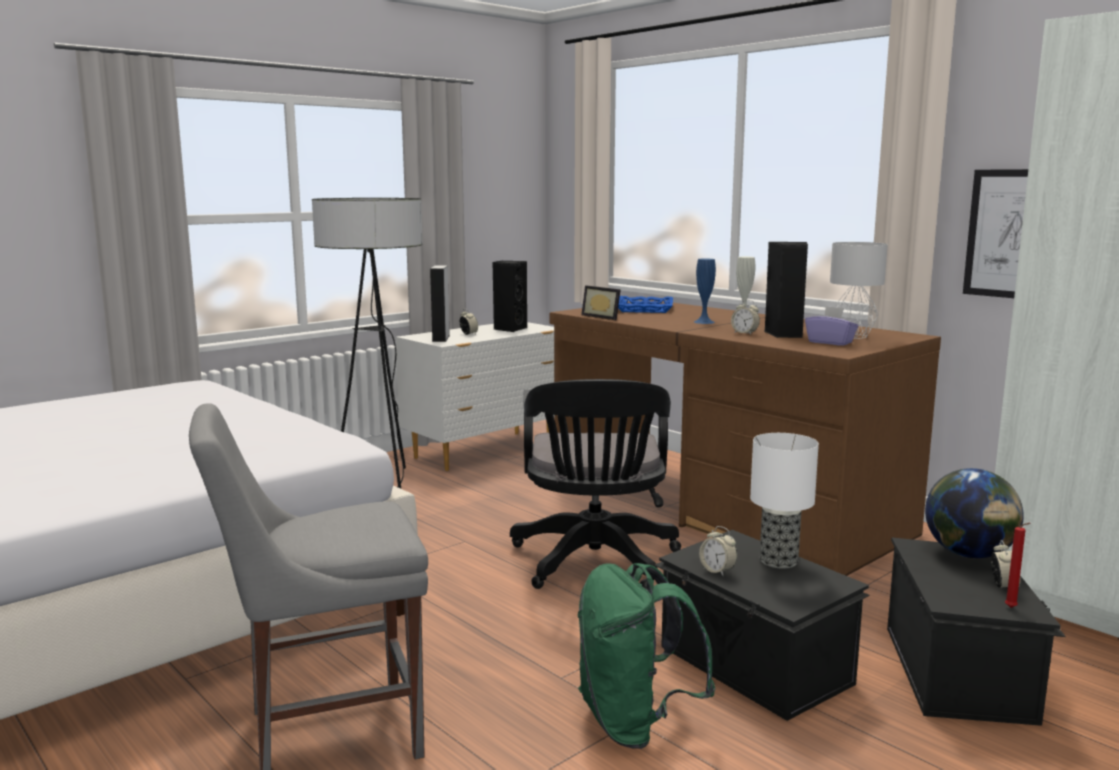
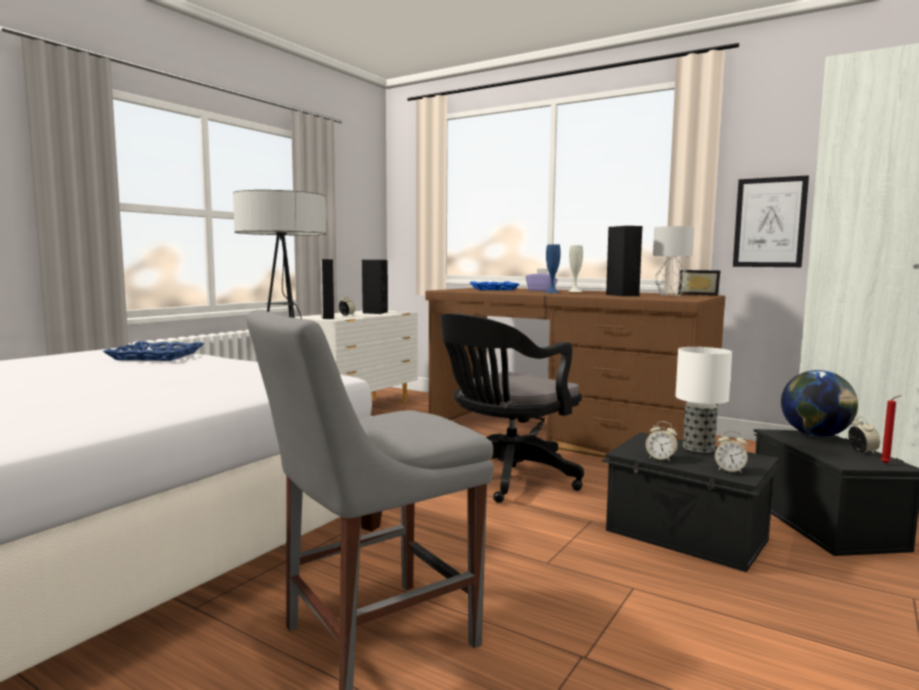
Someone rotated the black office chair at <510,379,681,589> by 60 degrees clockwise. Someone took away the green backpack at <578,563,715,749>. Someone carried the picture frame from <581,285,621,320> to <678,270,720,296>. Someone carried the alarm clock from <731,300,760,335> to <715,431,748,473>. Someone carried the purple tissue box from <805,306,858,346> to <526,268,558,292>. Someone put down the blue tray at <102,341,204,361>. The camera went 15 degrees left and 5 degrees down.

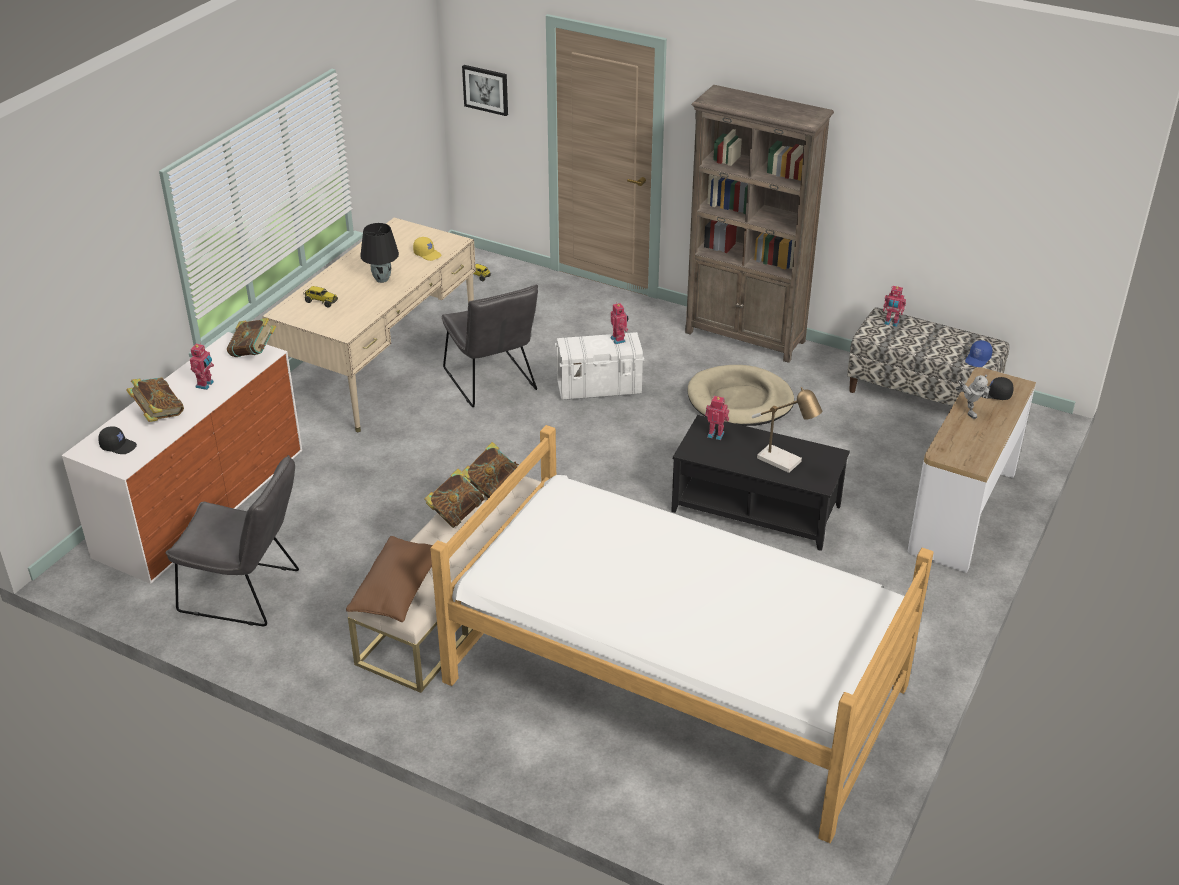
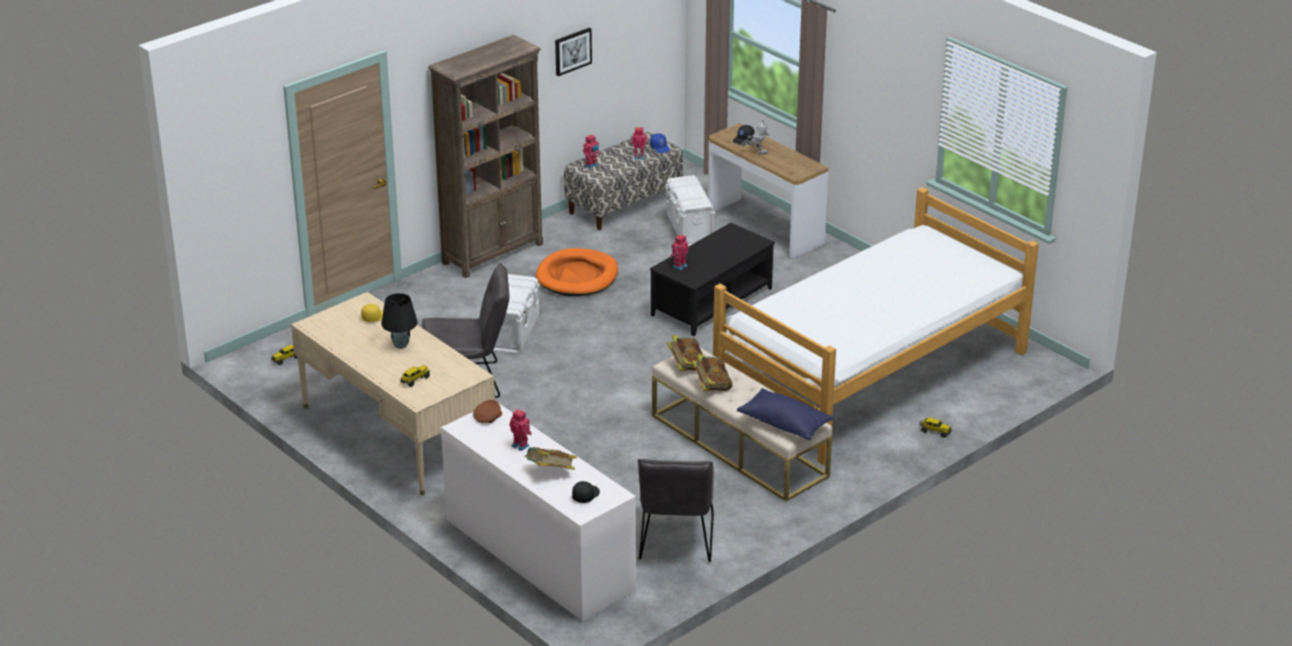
Someone rotated the grey chair at <166,455,299,626> by 150 degrees clockwise. Someone swapped the book at <227,318,277,357> for the brown cap at <473,400,502,423>. Someone repainted the brown pillow at <346,536,433,622>, which became the blue pillow at <737,388,834,440>. Someone carried the picture from <462,65,508,116> to <555,28,592,76>. Someone carried the toy robot from <611,302,629,344> to <631,127,648,160>. Someone repainted the beige dog bed at <688,365,794,426>, which became the orange dog bed at <536,248,618,296>. Someone took away the table lamp at <752,387,822,473>. Someone put down the white storage box at <665,175,715,246>. Someone put down the toy truck at <919,418,952,438>. The camera went 70 degrees left and 5 degrees down.

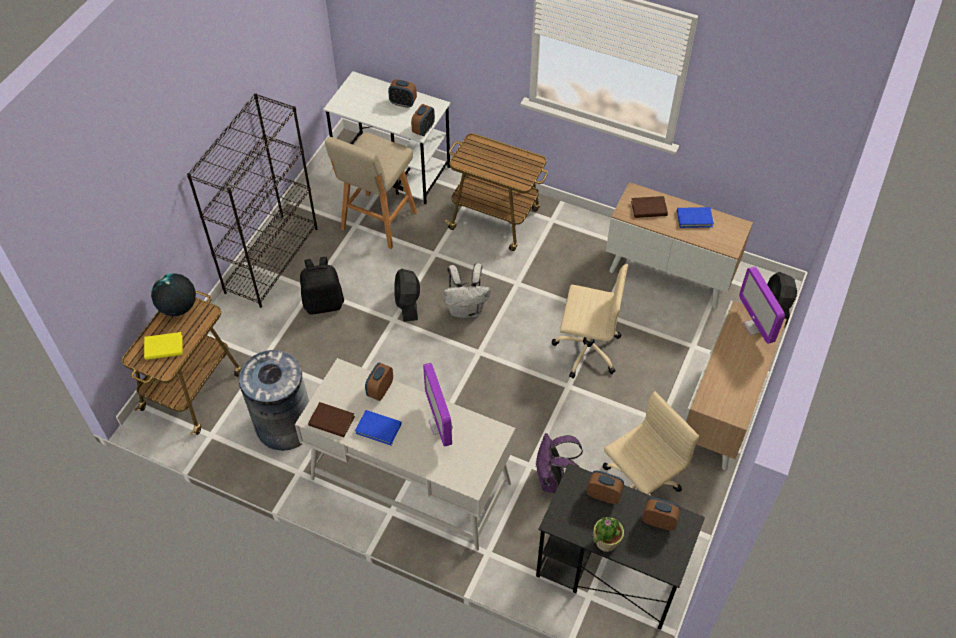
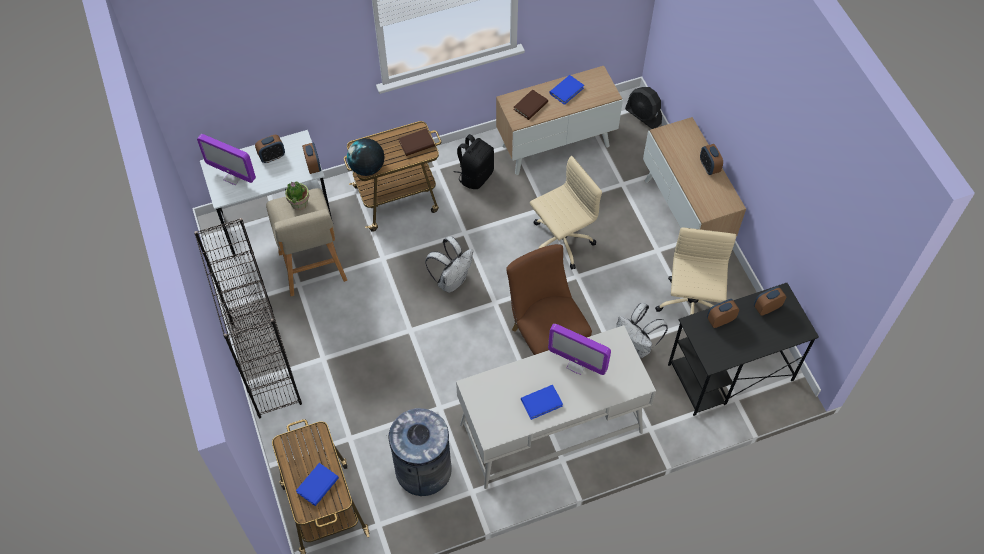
Someone repainted the yellow book at <144,332,183,360>, which became the blue book at <296,463,339,506>. Someone carried the globe from <151,273,196,316> to <347,138,385,176>. Someone carried the black backpack from <300,257,344,315> to <454,134,494,189>. Someone carried the brown book from <308,402,355,437> to <398,129,435,156>. Someone carried the alarm clock from <365,363,393,401> to <700,144,723,175>. Someone took away the black fan at <394,269,420,322>. Someone repainted the purple backpack at <536,433,583,493>, which became the white backpack at <616,303,668,358>. Someone carried the potted plant from <593,517,624,552> to <285,181,309,210>. Someone carried the monitor from <739,266,785,344> to <197,134,256,185>. Someone put down the brown chair at <506,244,592,355>. The camera went 45 degrees left and 5 degrees up.

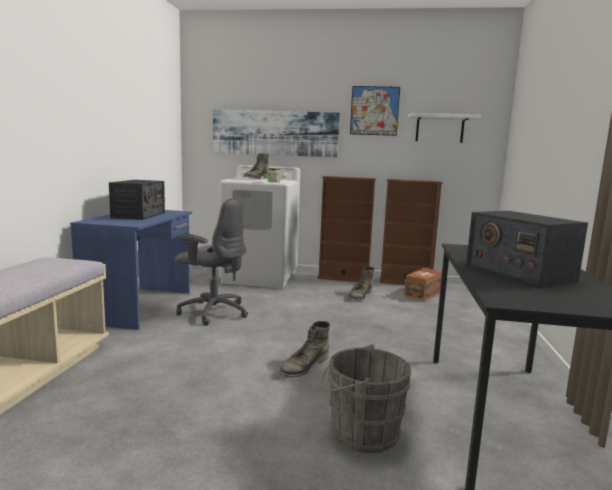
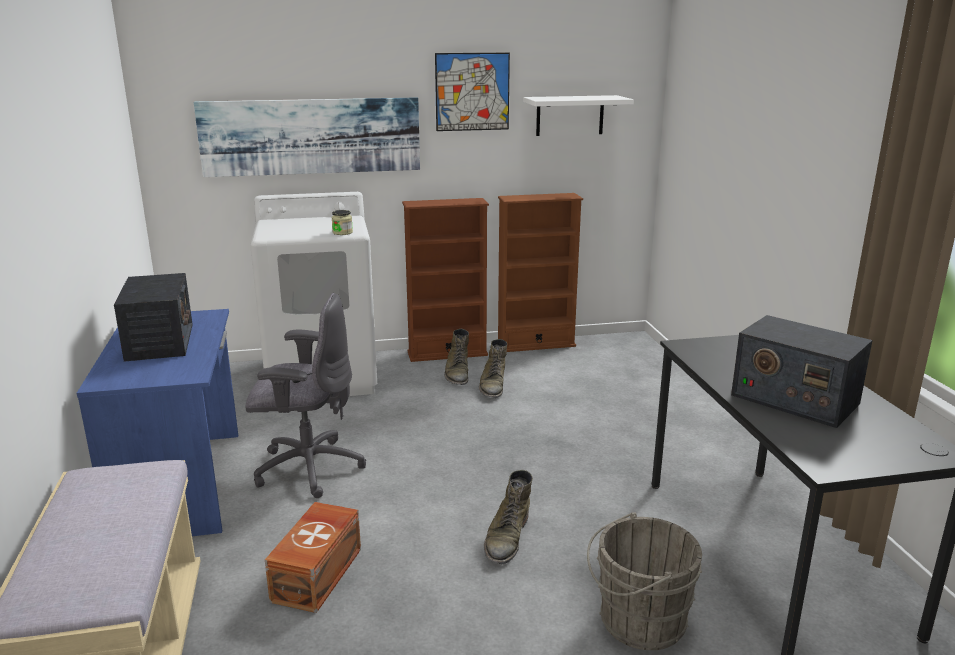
Someone carried the green boot from <243,153,269,179> to <444,329,469,385>. Someone carried the brown storage box from <404,268,442,302> to <265,502,361,613>. The camera went 20 degrees left and 10 degrees up.

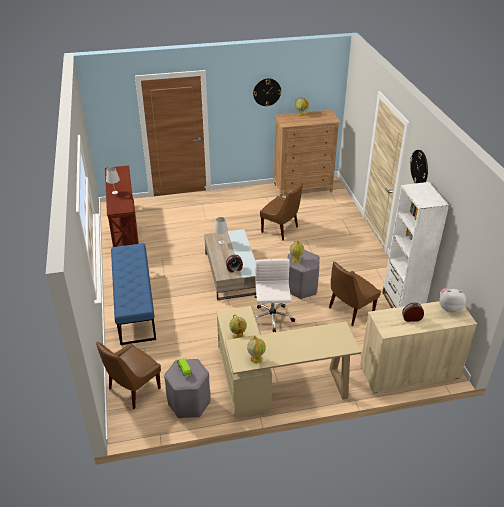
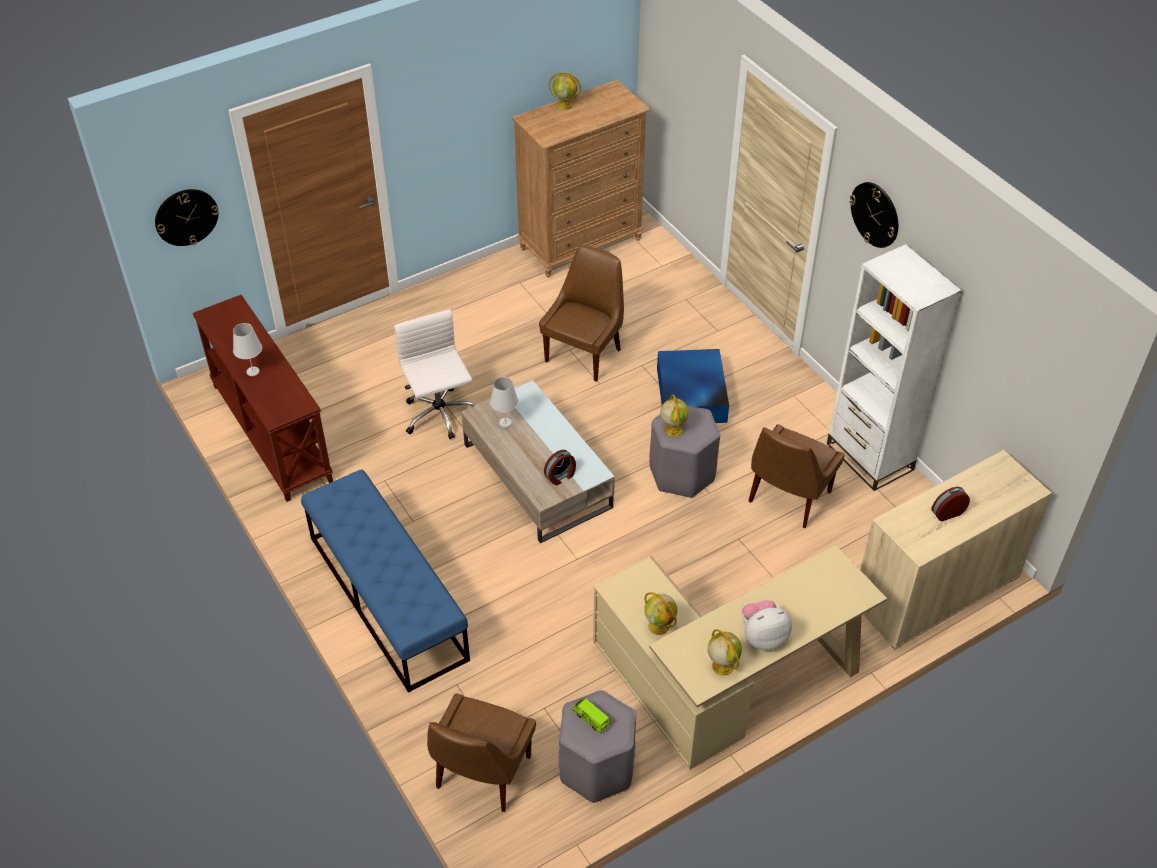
Someone carried the wall clock from <253,78,281,106> to <155,189,219,246>. Someone carried the white office chair from <255,259,295,332> to <394,309,475,439>. Someone rotated the brown chair at <260,183,303,241> by 75 degrees counterclockwise. Someone carried the plush toy from <439,288,466,312> to <742,600,792,650>. Someone put down the blue storage box at <657,349,729,423>. The camera went 20 degrees left and 10 degrees up.

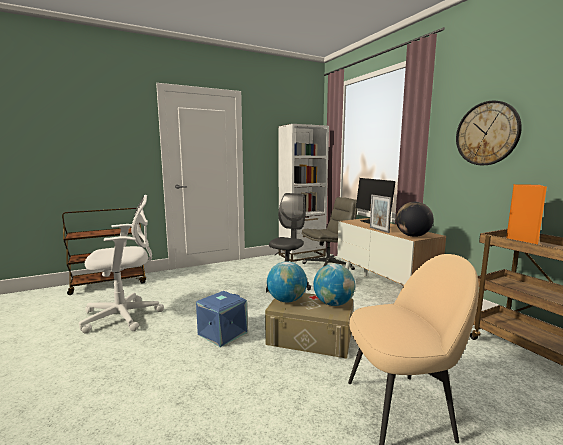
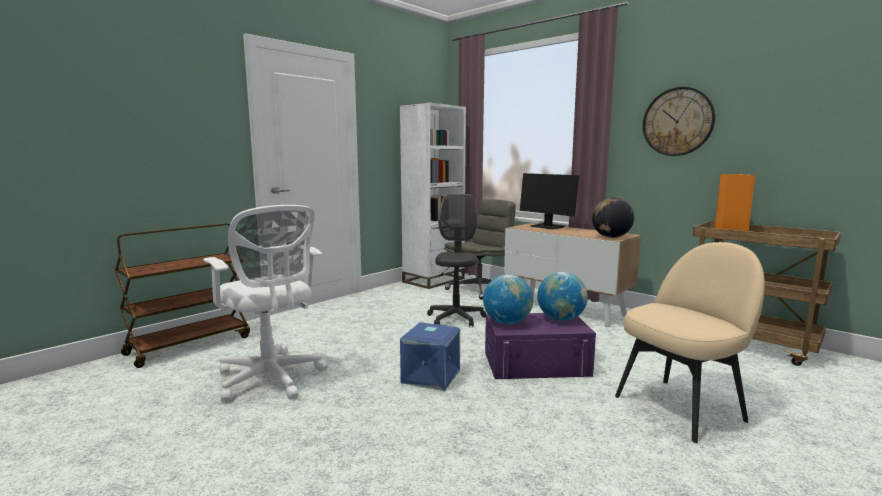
Someone rotated the white office chair at <79,195,164,333> by 90 degrees clockwise. Someone repainted the beige storage box at <265,293,353,359>, which became the purple storage box at <485,313,596,379>. Someone took away the picture frame at <370,195,392,233>. The camera went 20 degrees left and 0 degrees up.

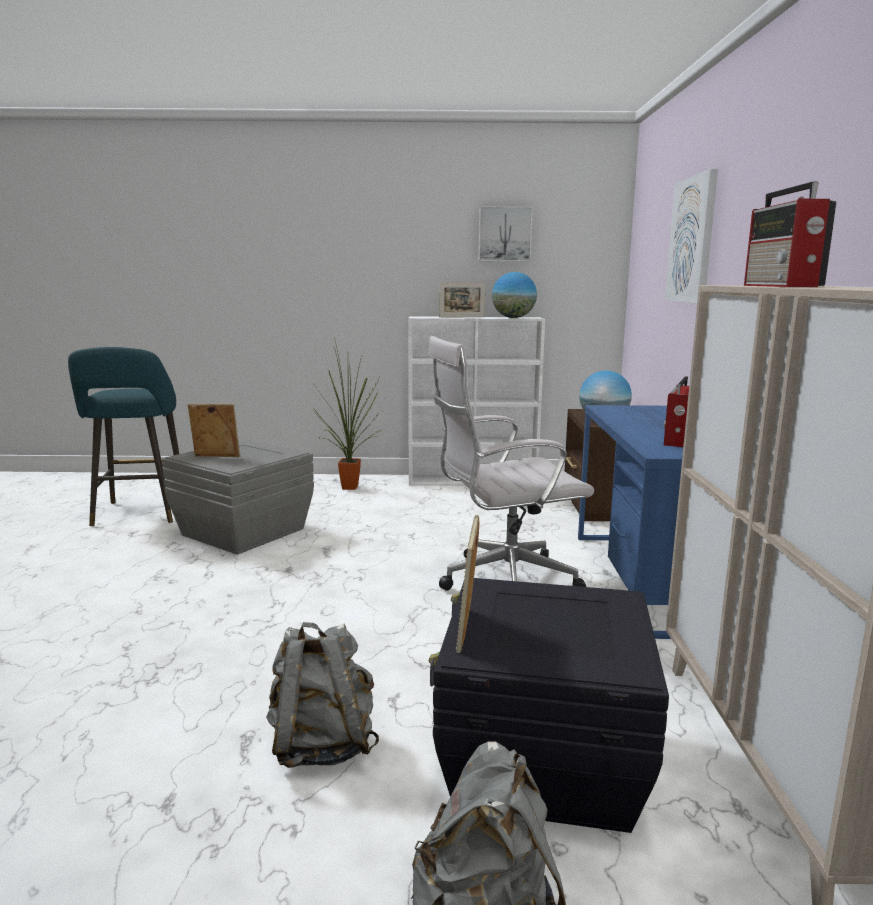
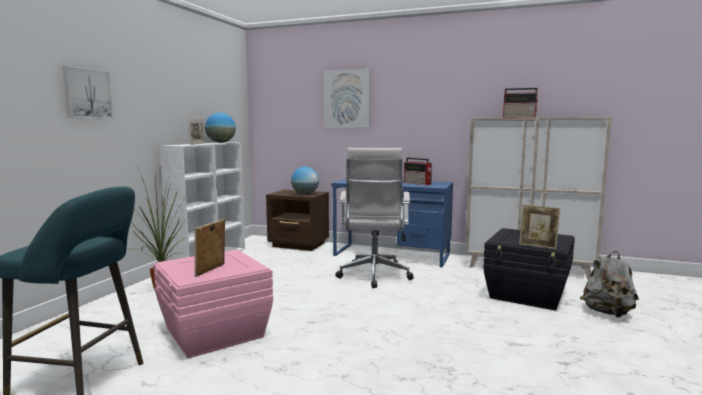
Someone repainted the grey storage box at <162,439,314,555>, which became the pink storage box at <153,249,273,358>. Someone took away the grey backpack at <266,622,379,768>. Someone carried the picture from <479,206,533,262> to <63,66,114,119>. The camera went 70 degrees left and 5 degrees down.

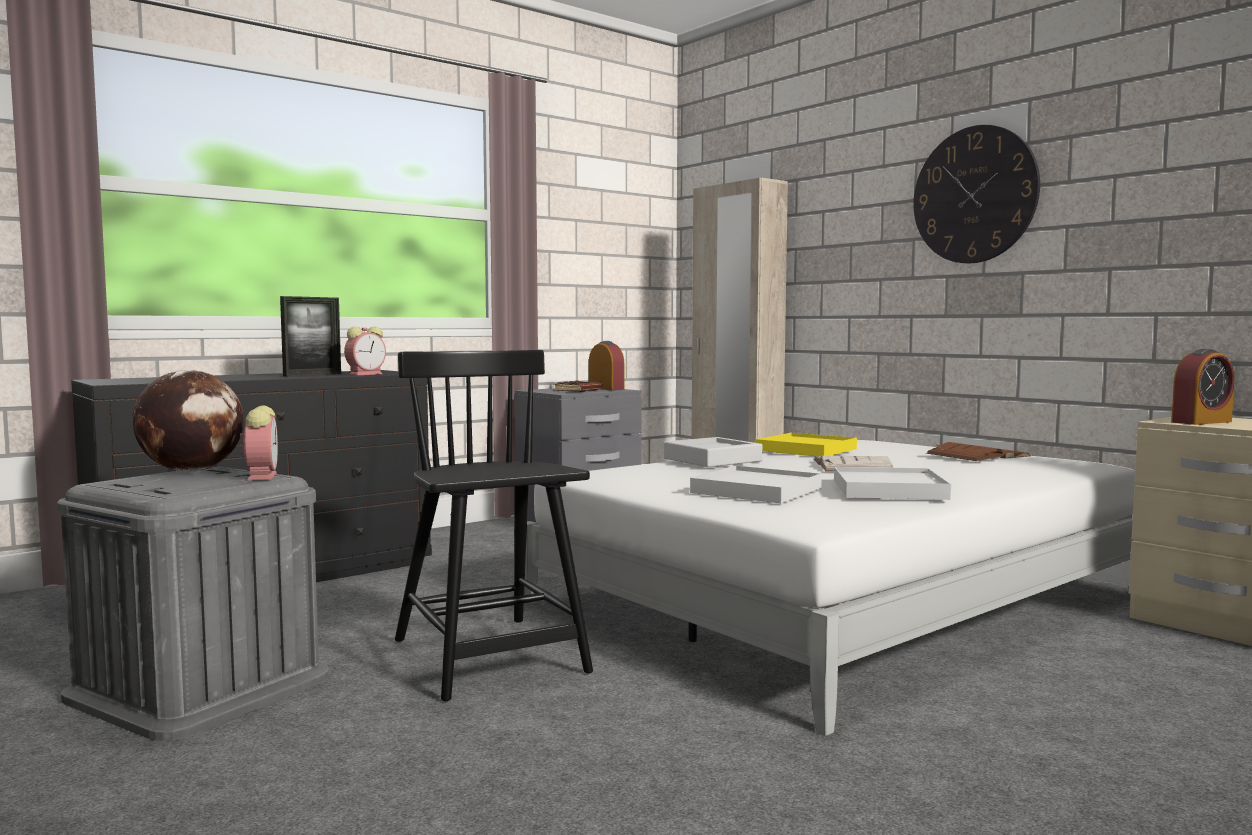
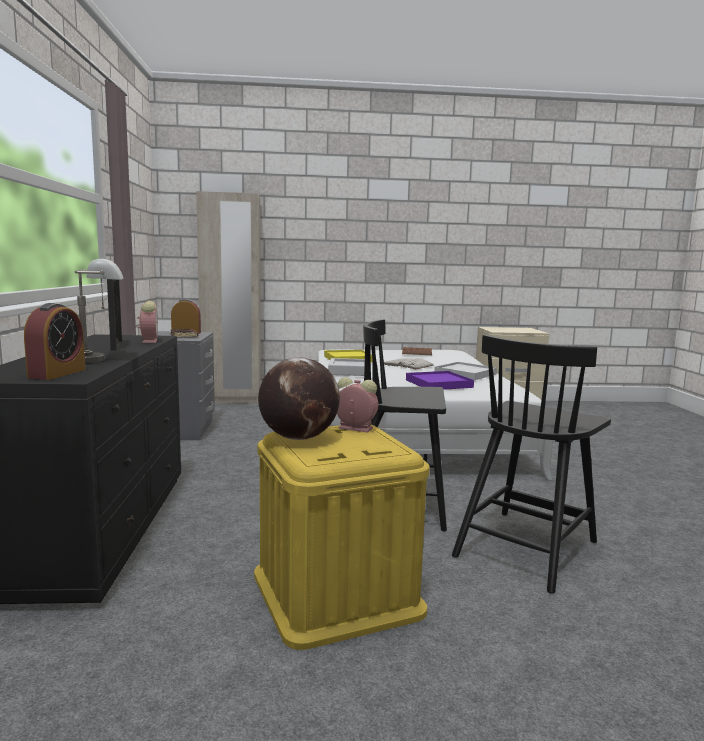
Someone repainted the grey storage box at <57,466,329,741>, which became the yellow storage box at <254,424,430,650>. Someone repainted the white tray at <690,466,822,503>, which became the purple tray at <406,371,474,390>. Someone took away the wall clock at <913,125,1040,263>. Someone carried the alarm clock from <1171,349,1234,425> to <24,303,86,380>. Someone put down the grey table lamp at <75,259,123,363>. Someone put down the black chair at <452,335,611,594>. The camera went 55 degrees left and 5 degrees up.

